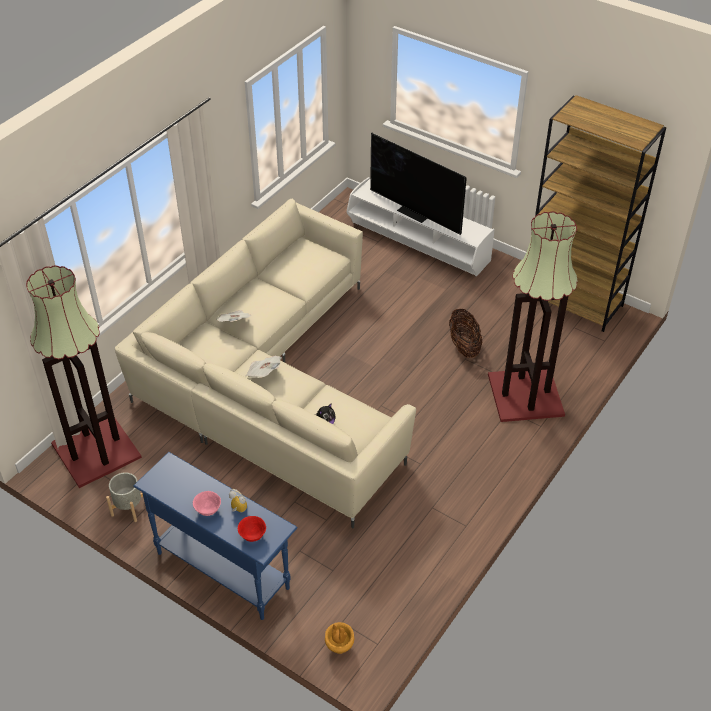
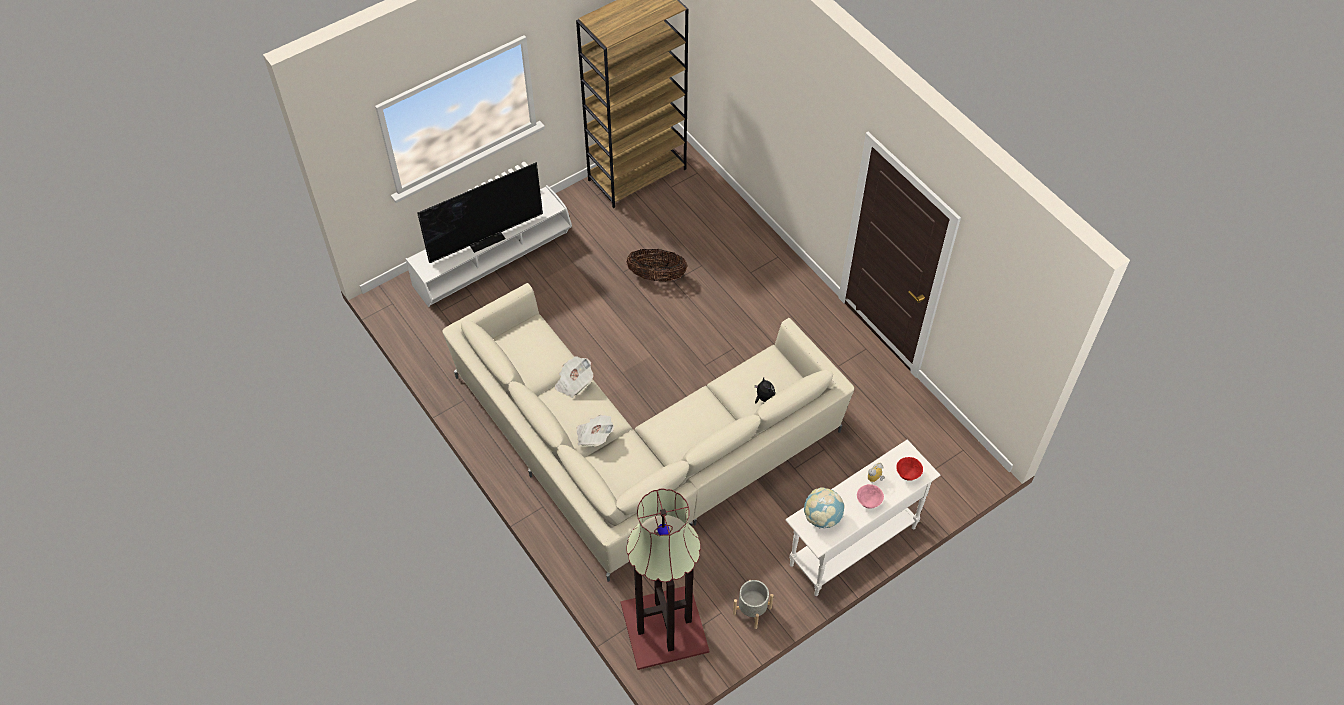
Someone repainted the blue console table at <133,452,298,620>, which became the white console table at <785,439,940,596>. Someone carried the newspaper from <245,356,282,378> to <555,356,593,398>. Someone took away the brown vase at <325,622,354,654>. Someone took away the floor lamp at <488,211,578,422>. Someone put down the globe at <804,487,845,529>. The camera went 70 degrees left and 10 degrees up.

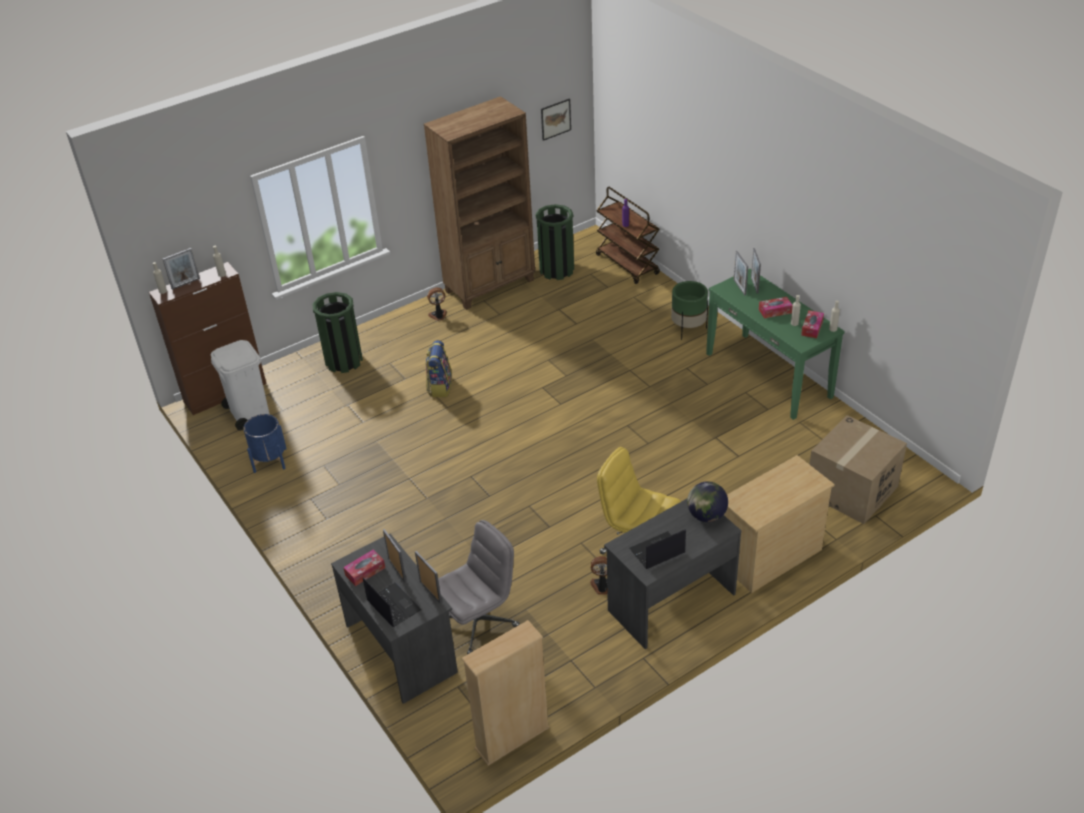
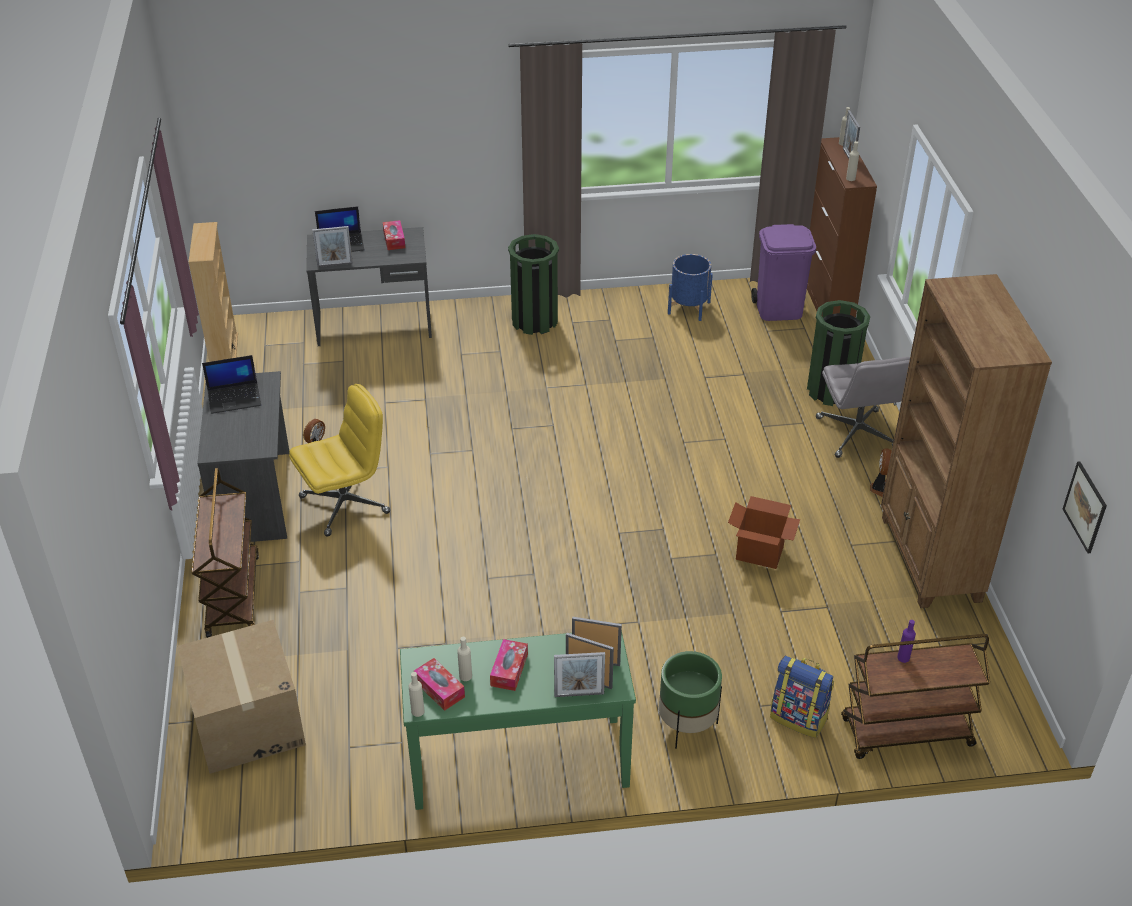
Someone repainted the white trash can at <211,340,269,430>, which became the purple trash can at <751,224,816,321>. Someone carried the picture frame from <383,529,406,582> to <554,652,605,697>. Someone carried the backpack from <426,340,452,397> to <770,656,834,738>. Someone carried the grey office chair from <438,520,520,655> to <816,357,910,458>. Someone carried the green trash can from <535,204,574,280> to <508,234,559,335>. Someone rotated the laptop at <630,529,686,569> by 75 degrees clockwise. Someone took away the globe at <687,481,728,522>. Someone swapped the beige dresser at <724,455,835,593> for the brown cart at <192,468,259,638>. Someone put down the cardboard box at <728,496,800,569>. The camera went 115 degrees right and 0 degrees up.

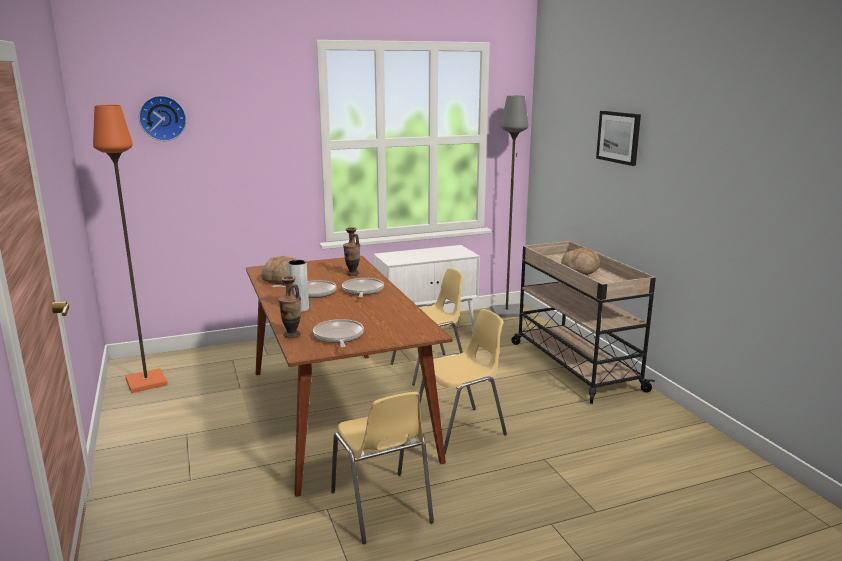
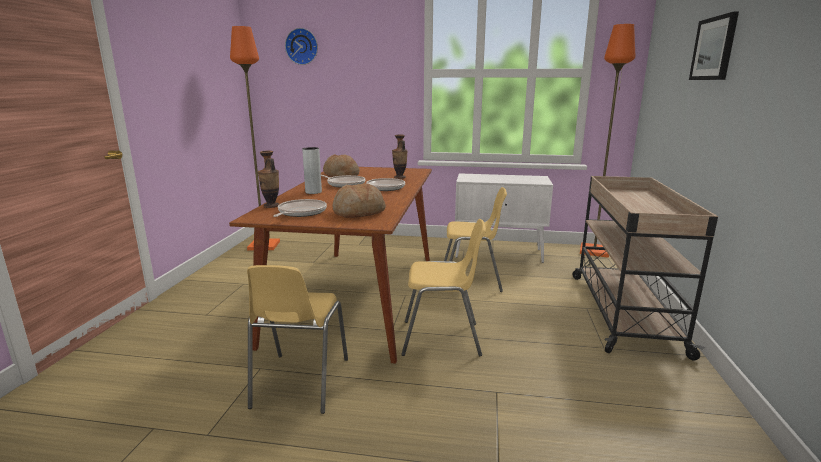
Someone repainted the grey floor lamp at <491,96,528,318>, which became the orange floor lamp at <580,24,635,258>. Someone carried the bread from <561,248,600,275> to <332,183,386,218>. The camera went 30 degrees right and 0 degrees up.

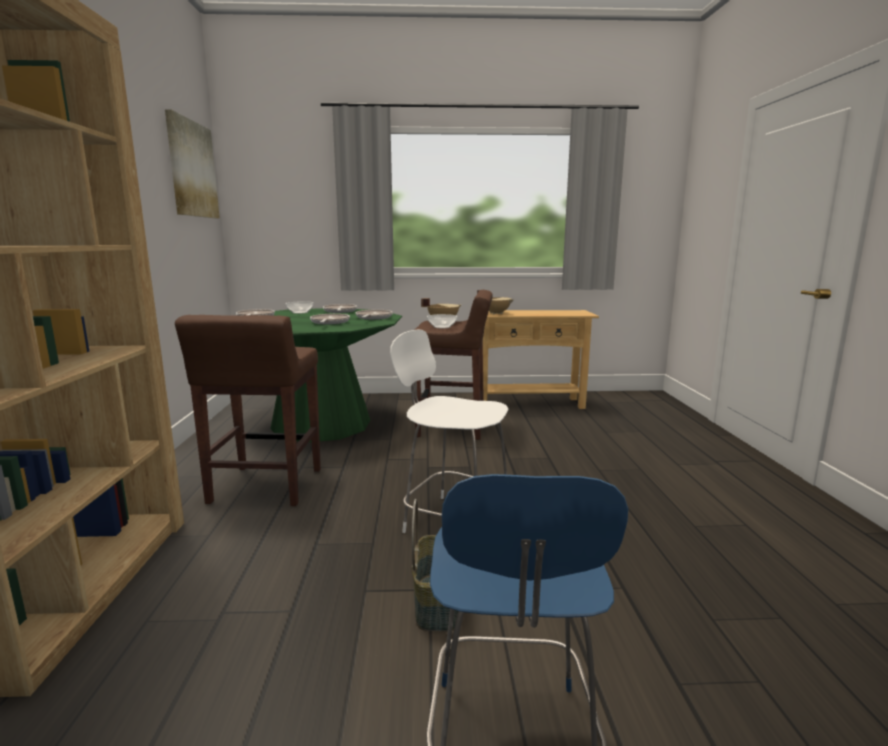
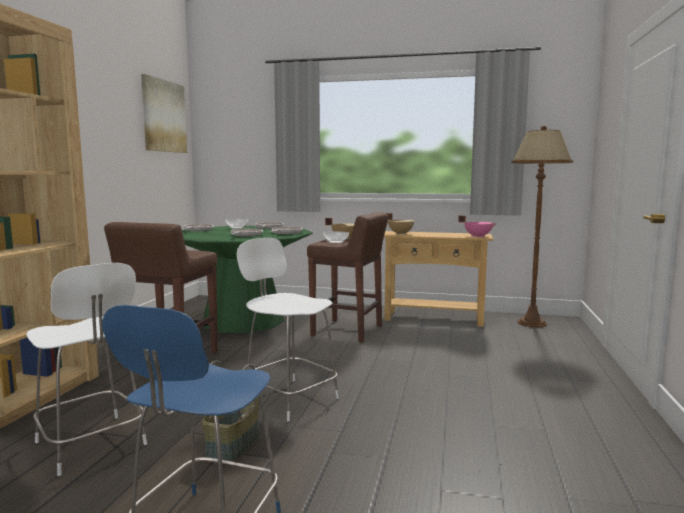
Someone put down the white chair at <26,263,147,476>. Someone put down the pink cooking pot at <458,215,497,238>. Someone put down the brown floor lamp at <512,126,573,328>. The camera went 15 degrees right and 5 degrees down.

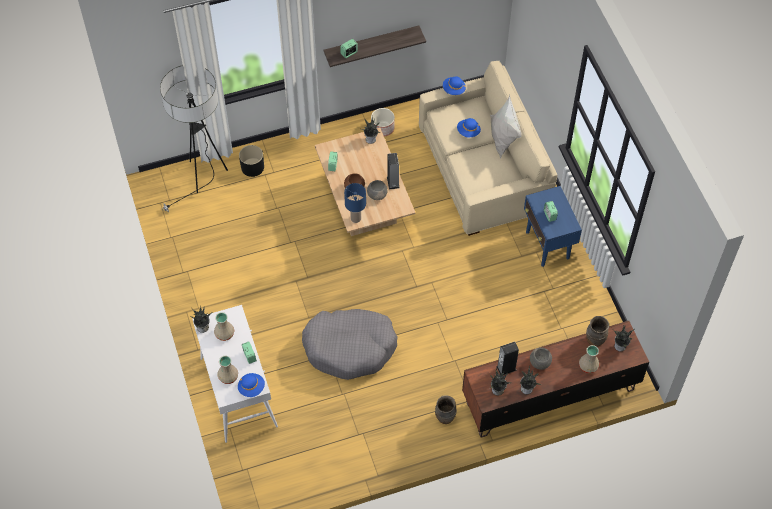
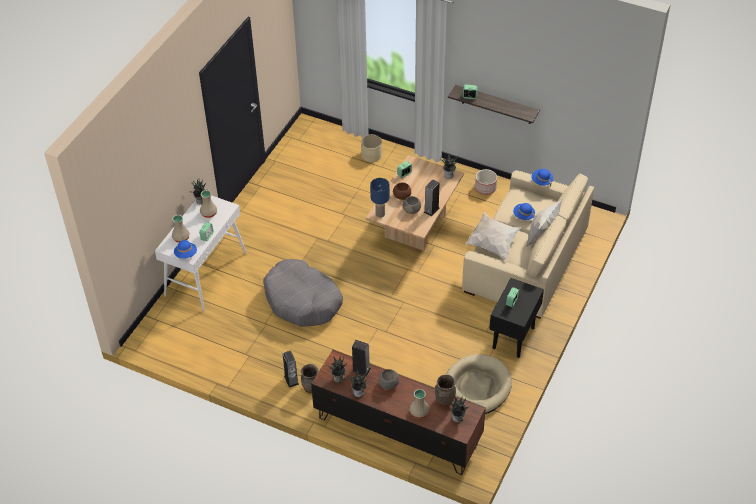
Someone took away the floor lamp at <160,65,228,212>. Someone repainted the black planter at <239,145,264,177>, which became the beige planter at <361,134,382,162>. Someone repainted the blue side table at <524,186,582,267>, which became the black side table at <489,278,544,358>. Someone put down the speaker at <283,351,299,388>. Someone put down the beige dog bed at <446,354,512,414>. Someone put down the white pillow at <465,212,521,260>. The camera went 45 degrees right and 10 degrees down.

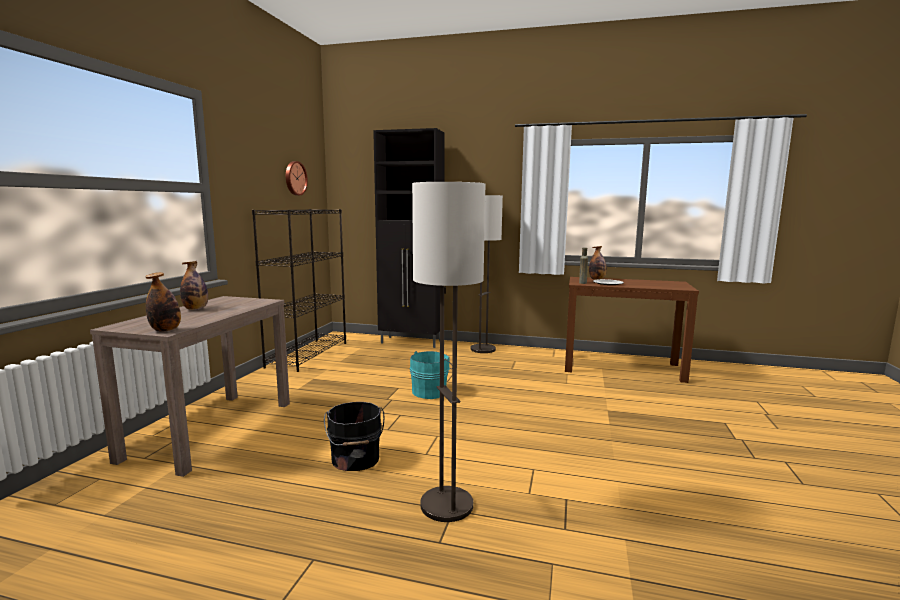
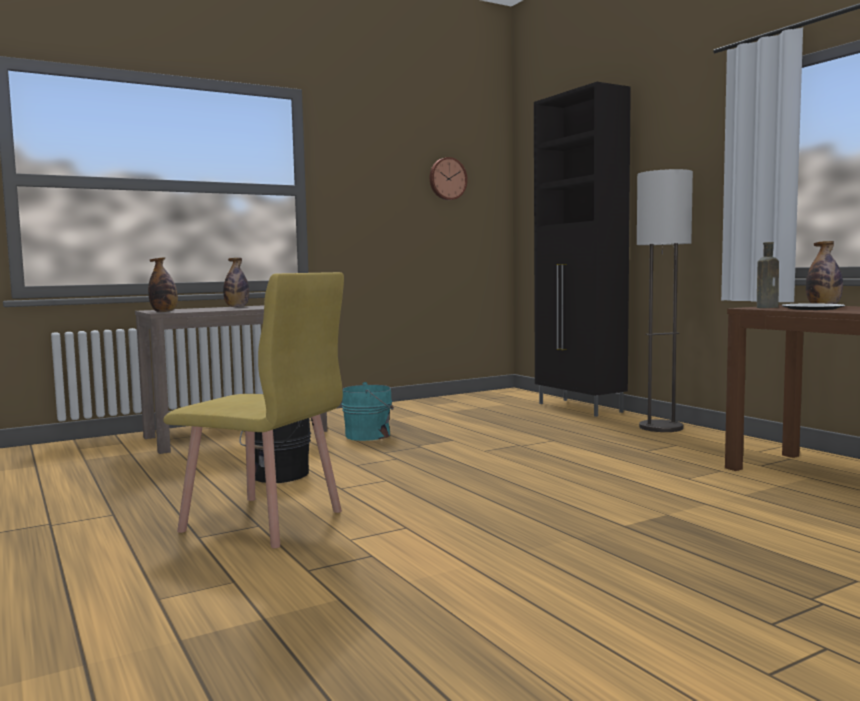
Someone took away the black bookcase at <252,209,346,372>. Someone carried the turquoise bucket from <410,351,452,399> to <341,382,394,441>. Someone swapped the floor lamp at <412,182,485,522> for the yellow chair at <164,272,344,548>. The camera went 45 degrees right and 5 degrees down.

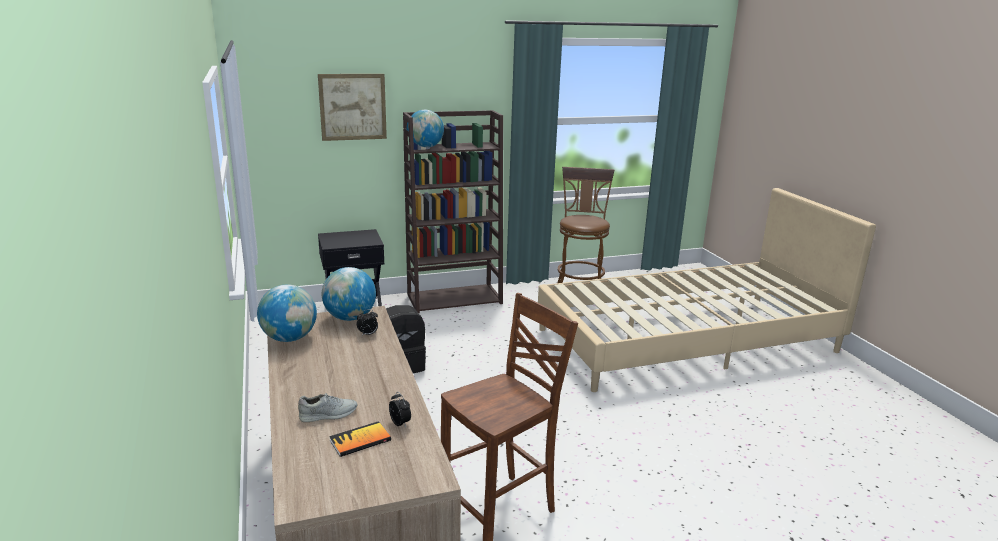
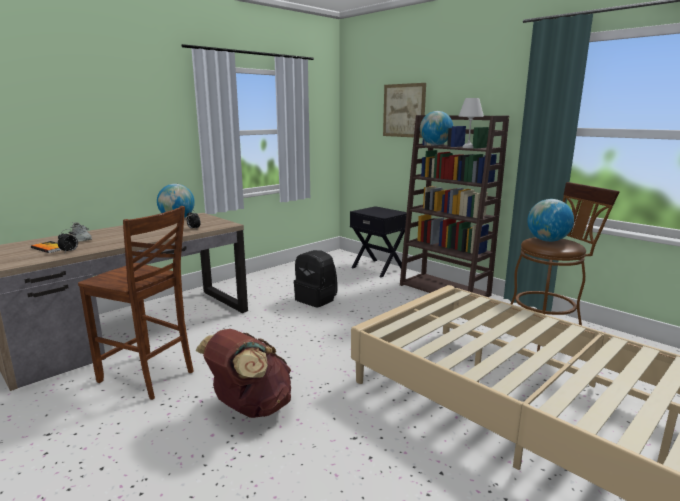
Someone carried the globe from <322,267,376,321> to <527,199,574,242>. Someone put down the brown backpack at <196,329,291,418>. Someone put down the white table lamp at <458,98,484,148>. The camera went 65 degrees right and 5 degrees down.

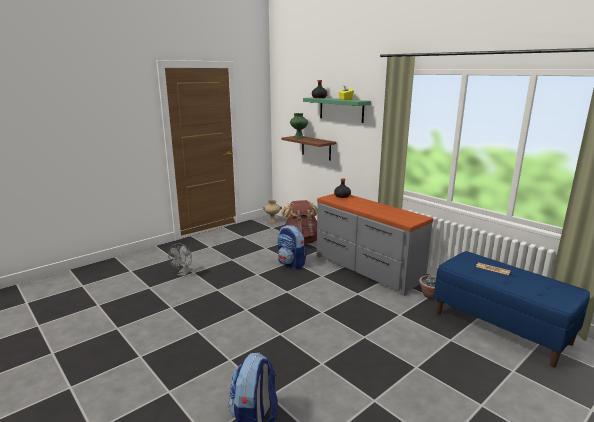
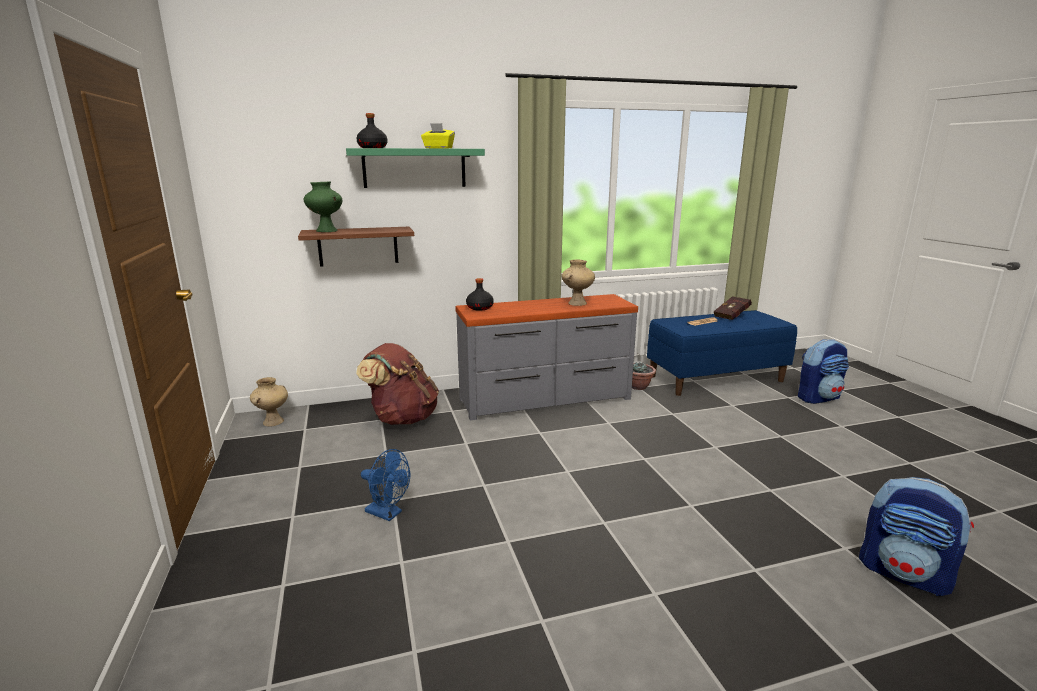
Someone took away the grey fan at <168,244,192,276>. Someone carried the backpack from <277,225,307,269> to <798,339,849,404>. Someone put down the blue fan at <361,449,410,521>. Someone put down the beige vase at <562,260,595,306>. Someone put down the red book at <713,296,752,320>. The camera went 65 degrees left and 0 degrees up.

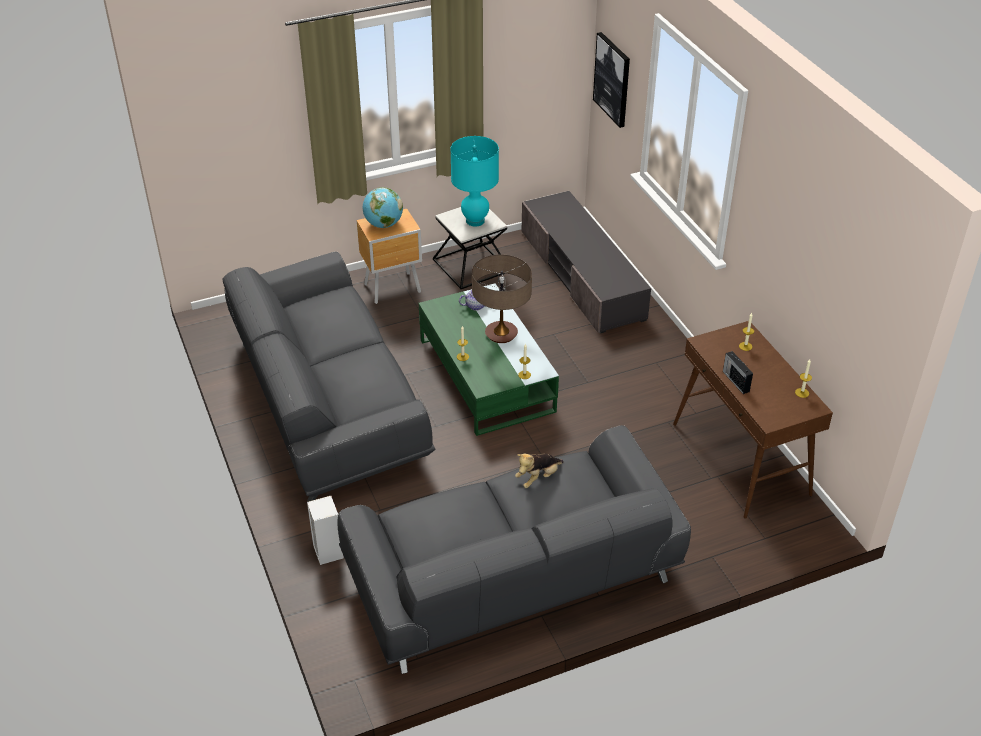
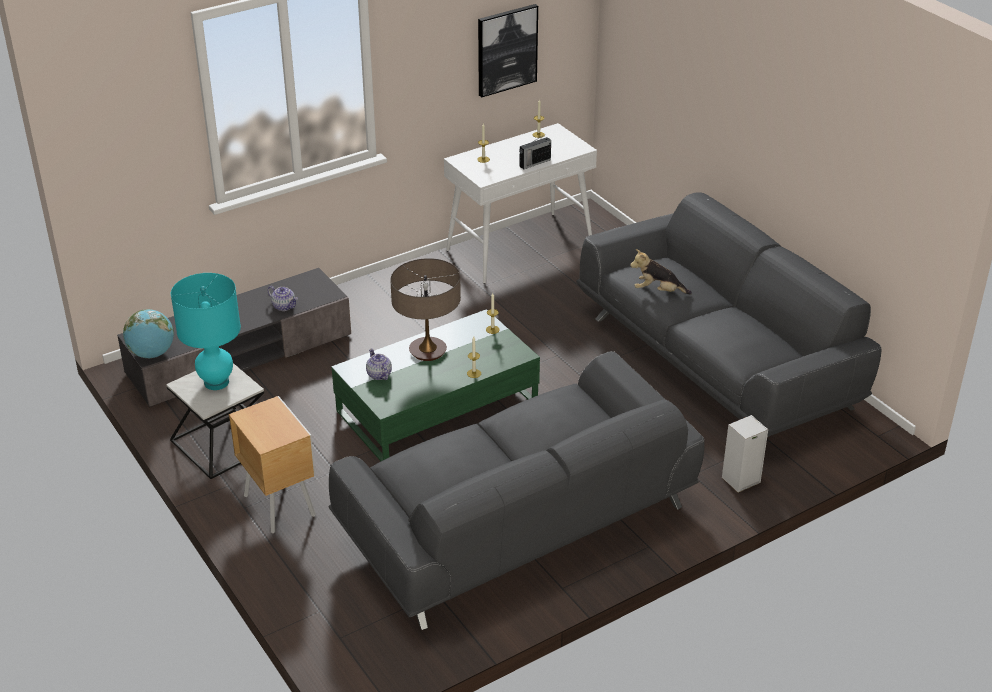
Someone carried the globe from <363,187,403,228> to <123,309,174,358>. Someone rotated the plush toy at <515,454,563,488> by 150 degrees clockwise. Someone carried the picture from <593,32,630,128> to <478,4,538,97>. Someone repainted the brown console table at <673,321,833,519>, which became the white console table at <444,123,597,284>. Someone put down the teapot at <268,286,298,311>. The camera went 100 degrees left and 5 degrees down.

